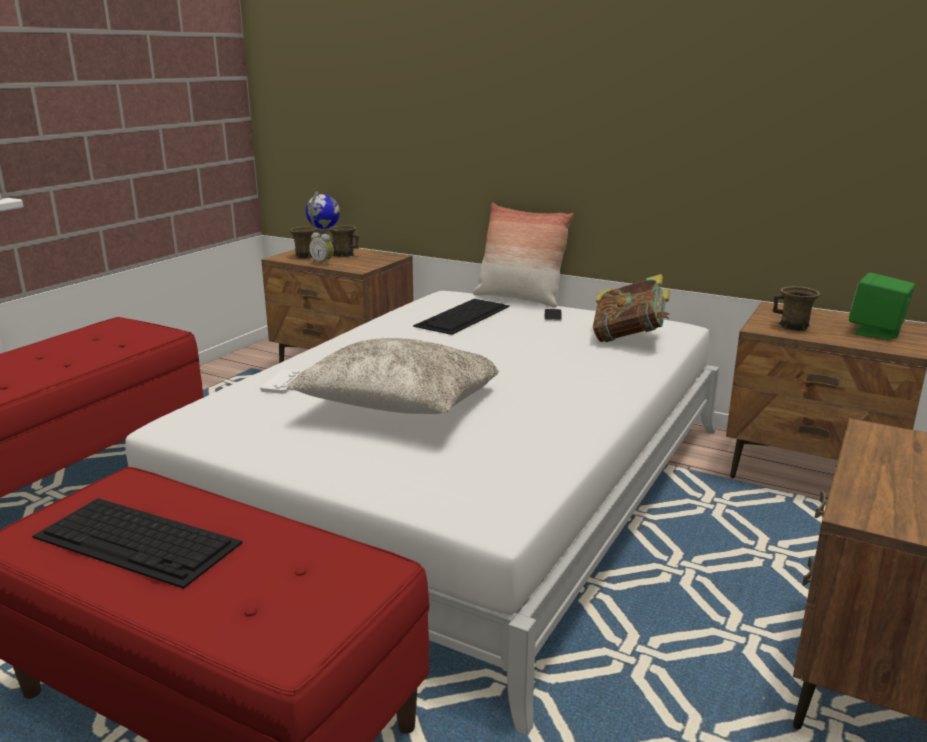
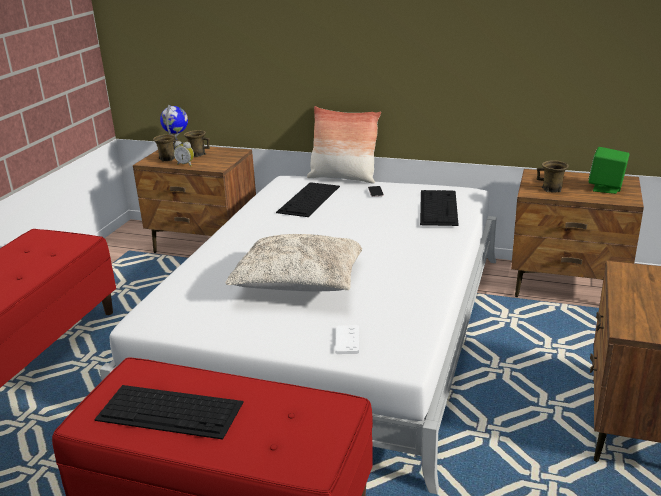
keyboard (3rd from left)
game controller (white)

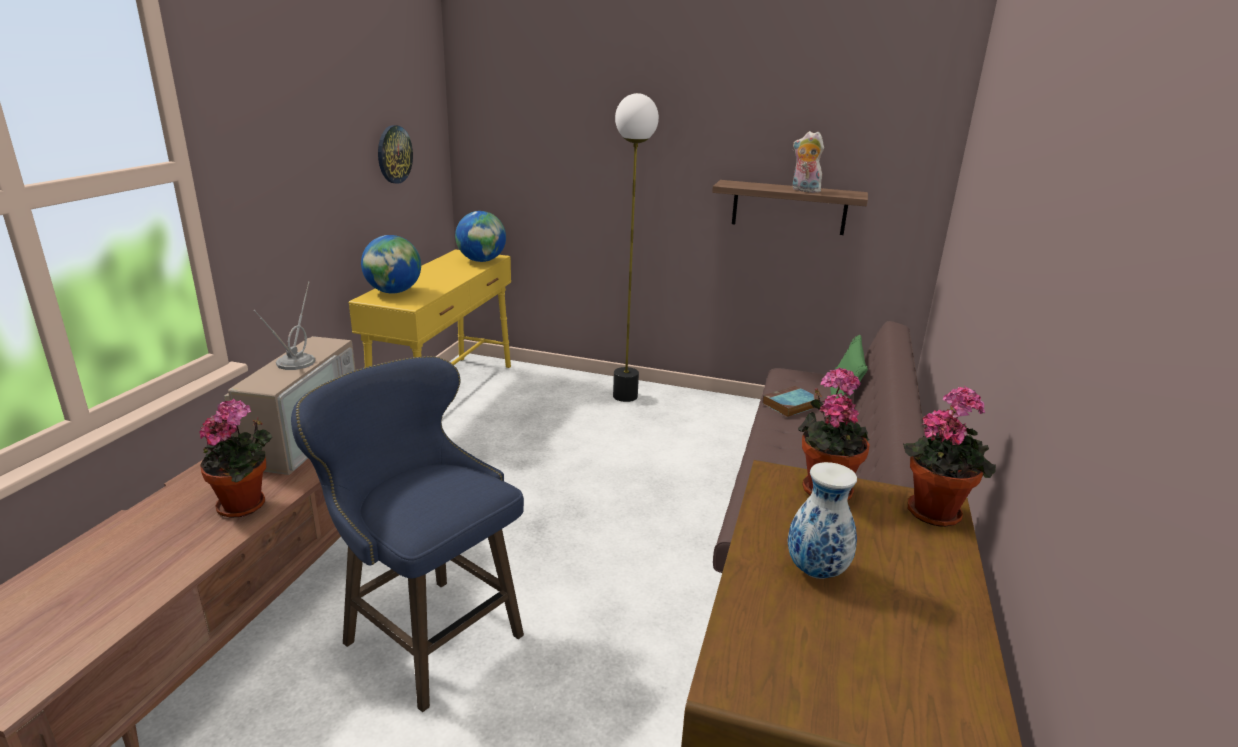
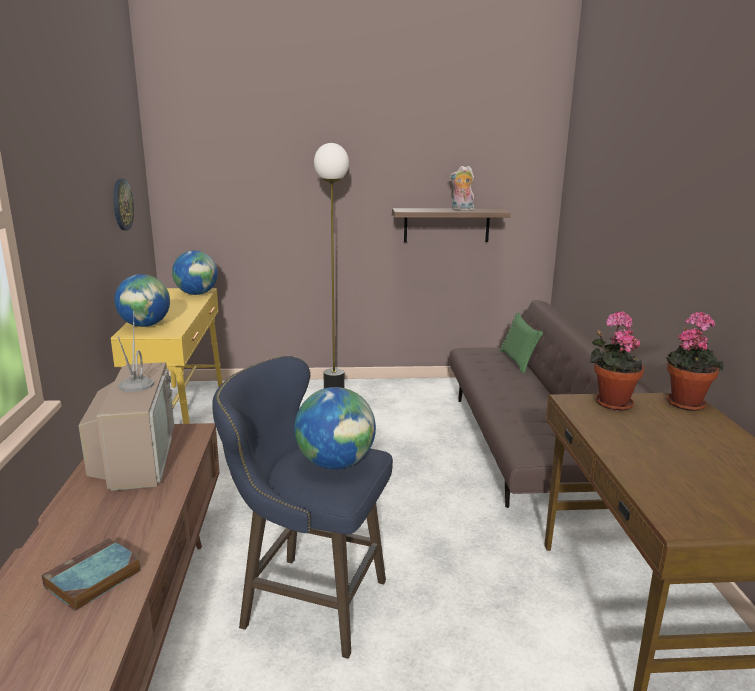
book
potted plant (1st from left in the first image)
vase
globe (3rd from left)

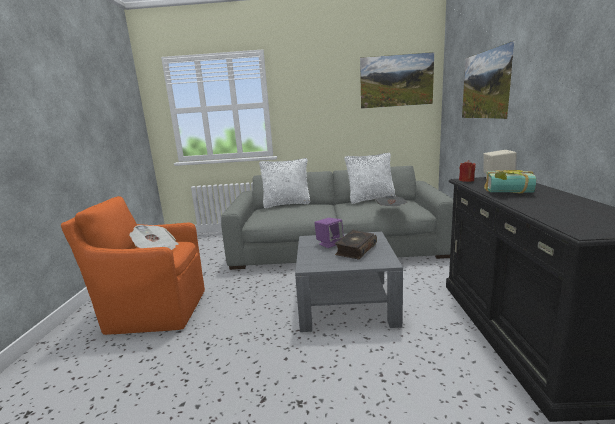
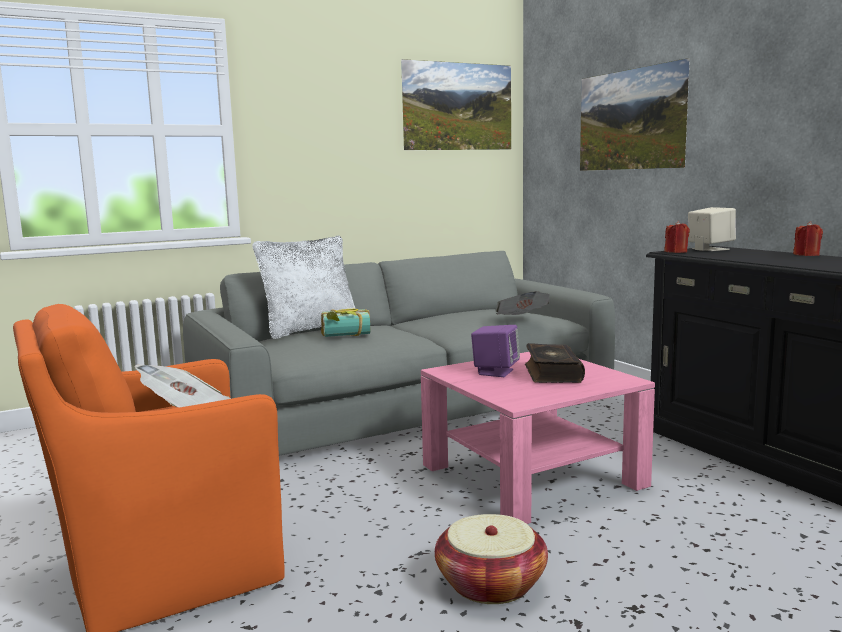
pillow (white) (2nd from left in the first image)
book (1st from left)
coffee table (pink)
candle (red) (2nd from left)
basket

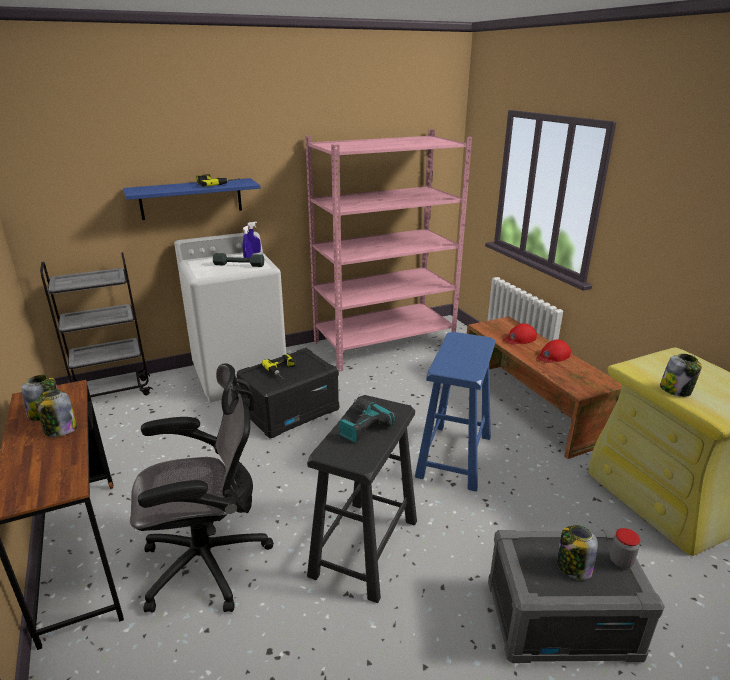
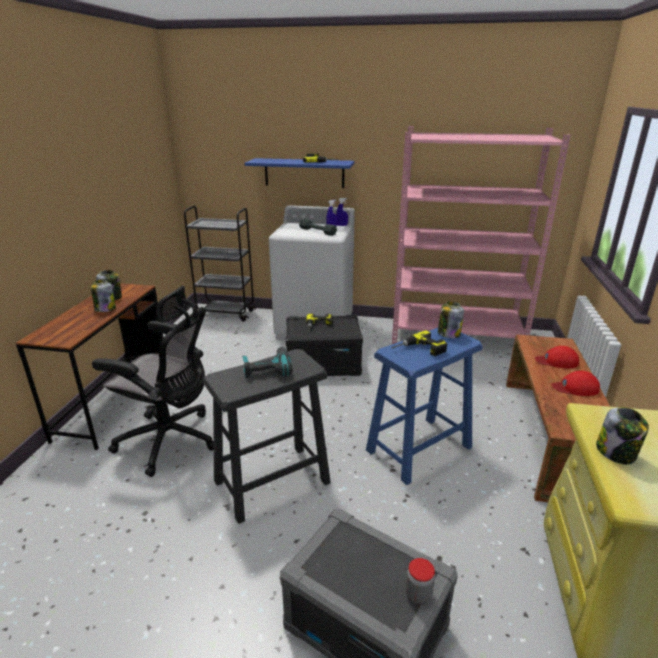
jar (4th from left)
power drill (4th from left)

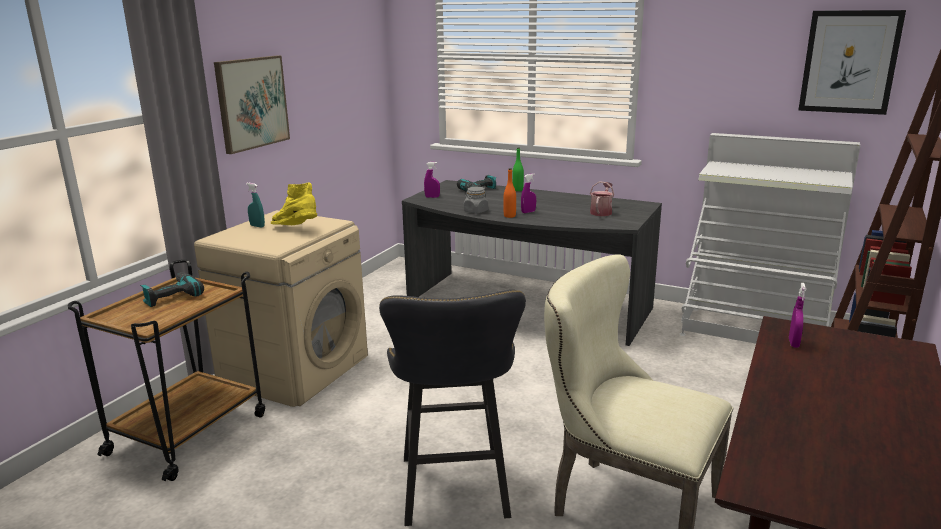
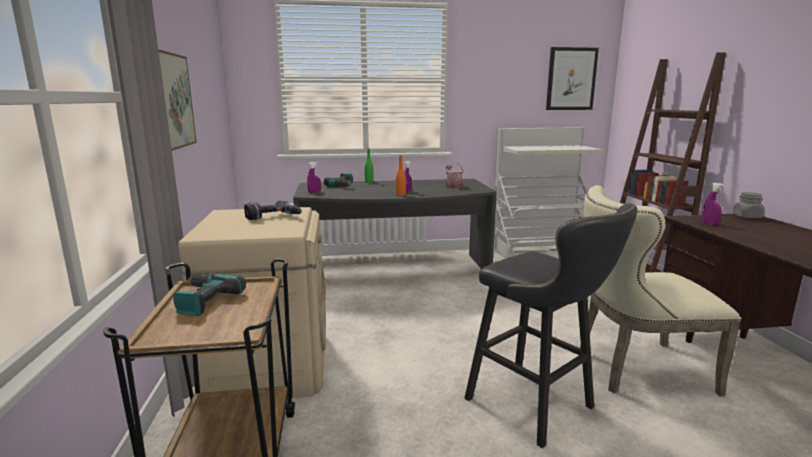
power drill (2nd from left)
spray bottle (turquoise)
jar (grey)

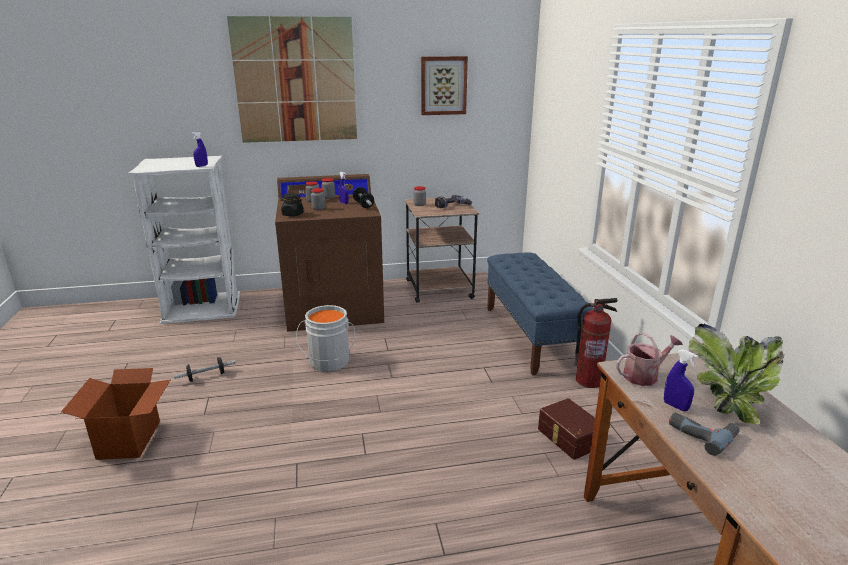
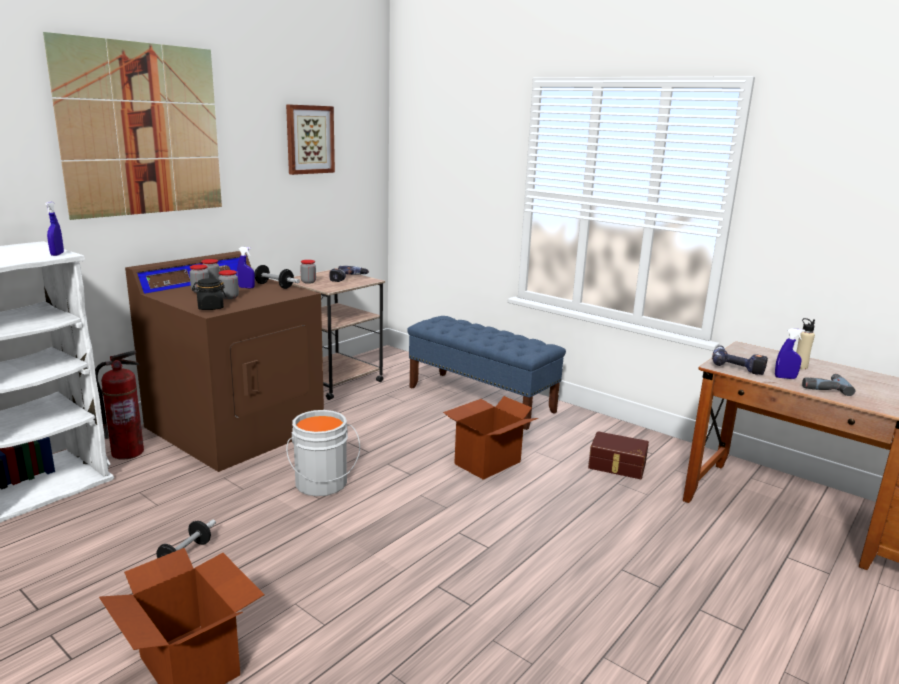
fire extinguisher
bottle (beige)
power drill (2nd from left)
cardboard box (2nd from left)

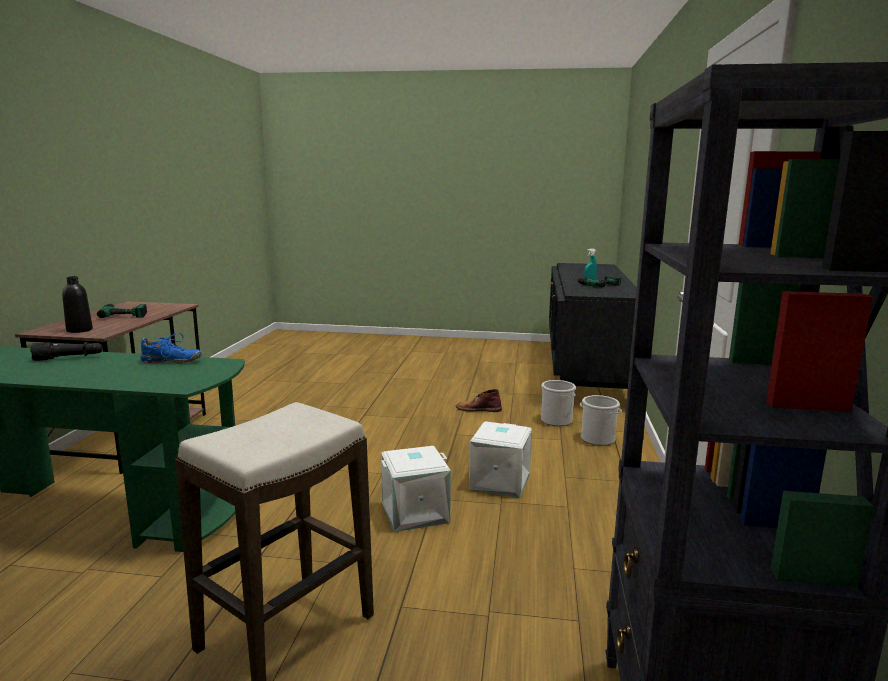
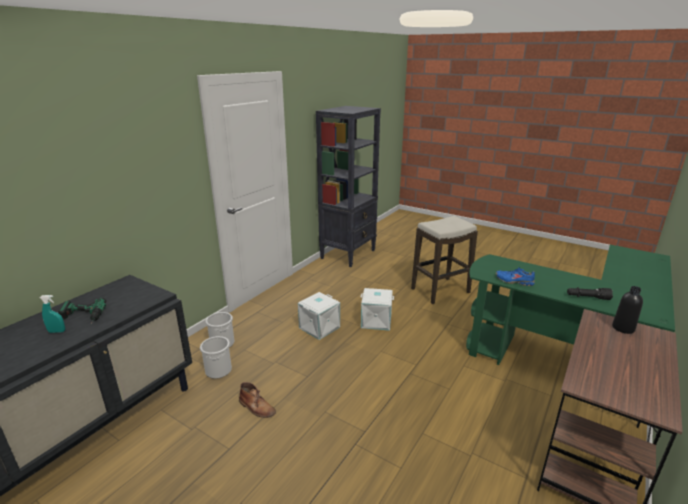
power drill (1st from left in the first image)

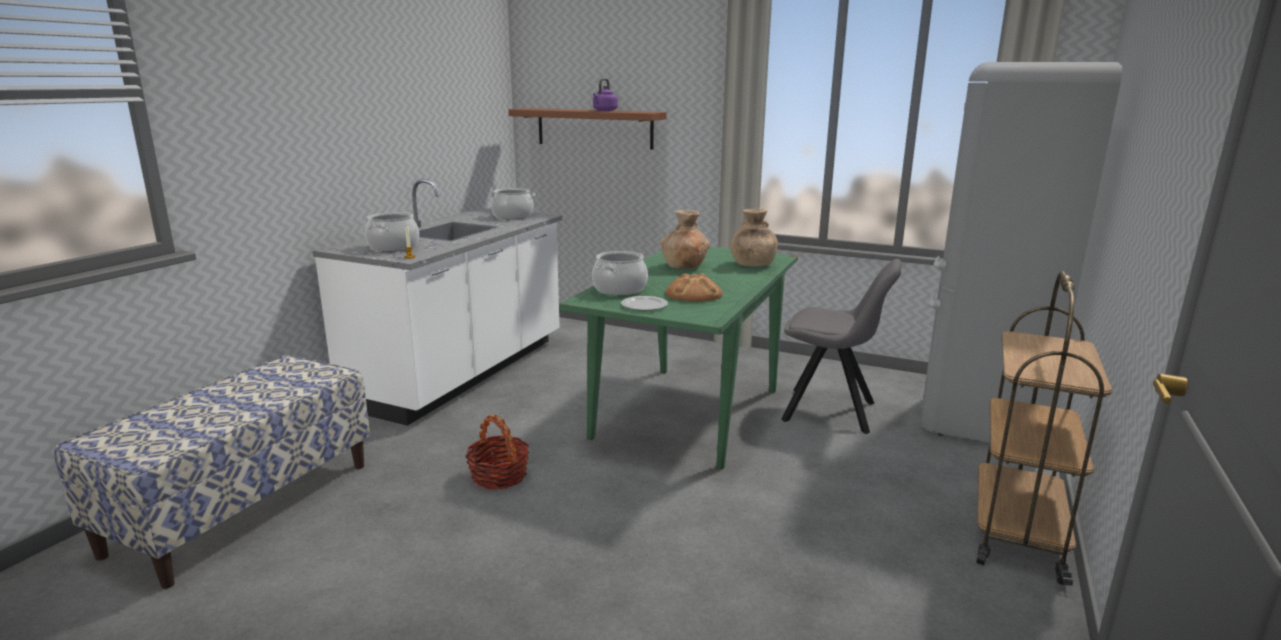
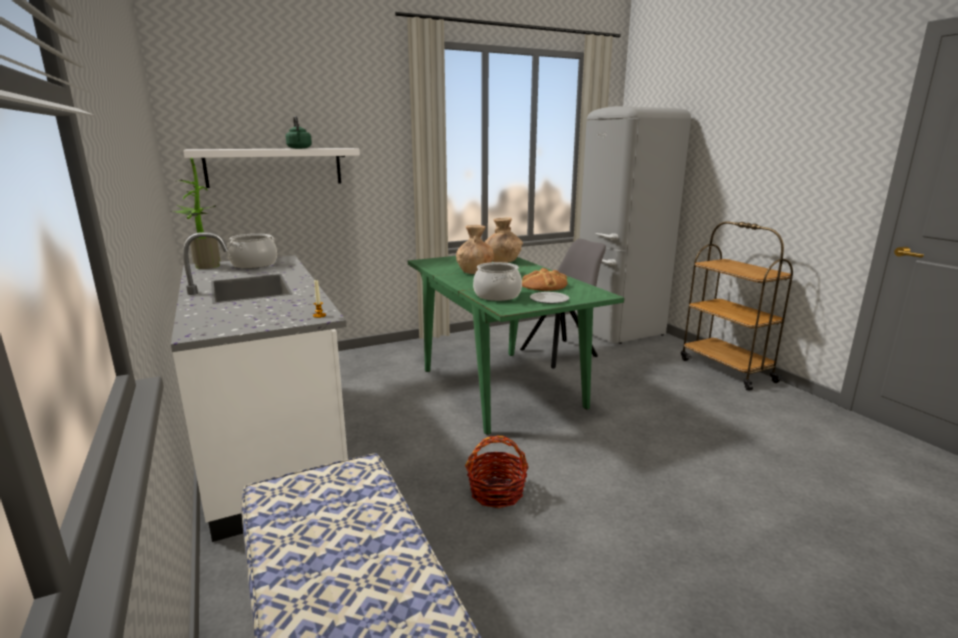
kettle (green)
shelf (white)
cooking pot (1st from left in the first image)
potted plant

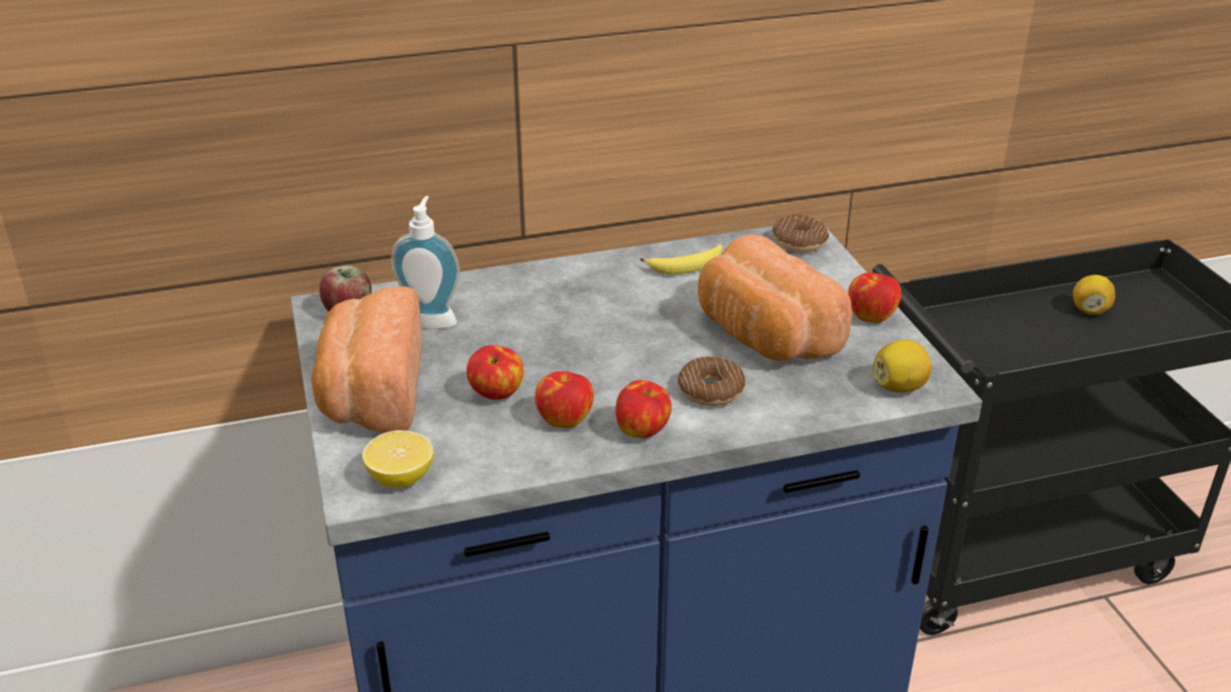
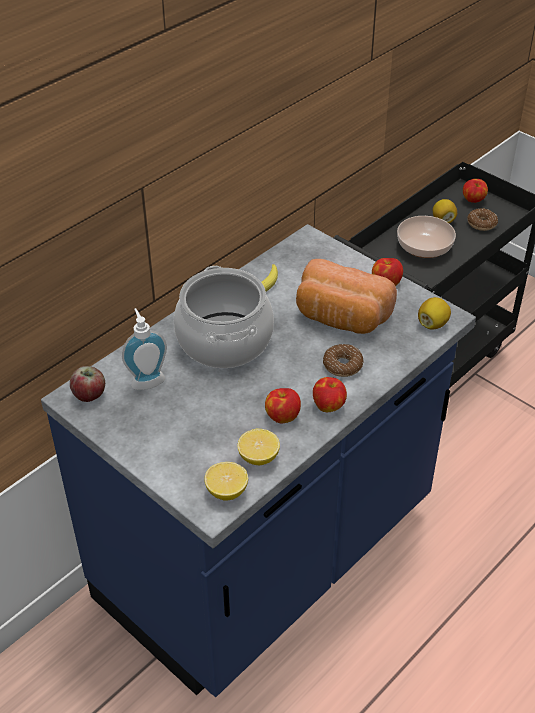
donut (2nd from left)
bread (1st from left in the first image)
apple (5th from left)
bowl
cooking pot
lemon (2nd from left)

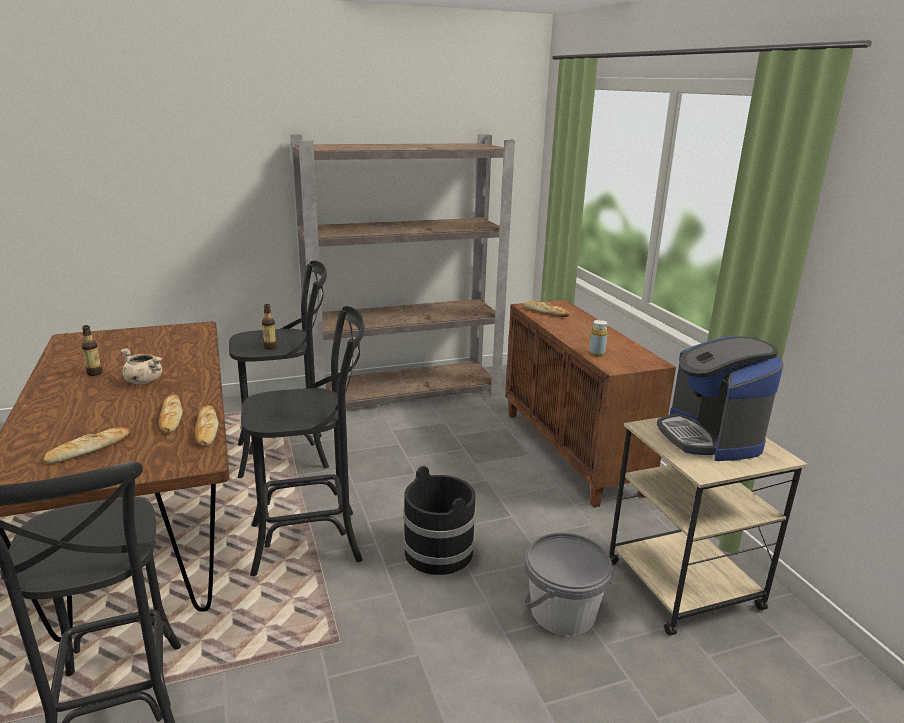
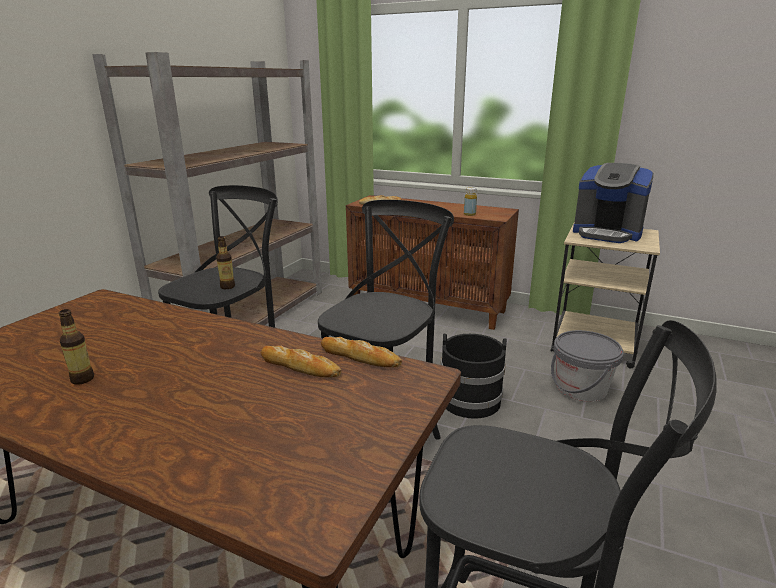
cooking pot (beige)
bread (1st from left in the first image)

